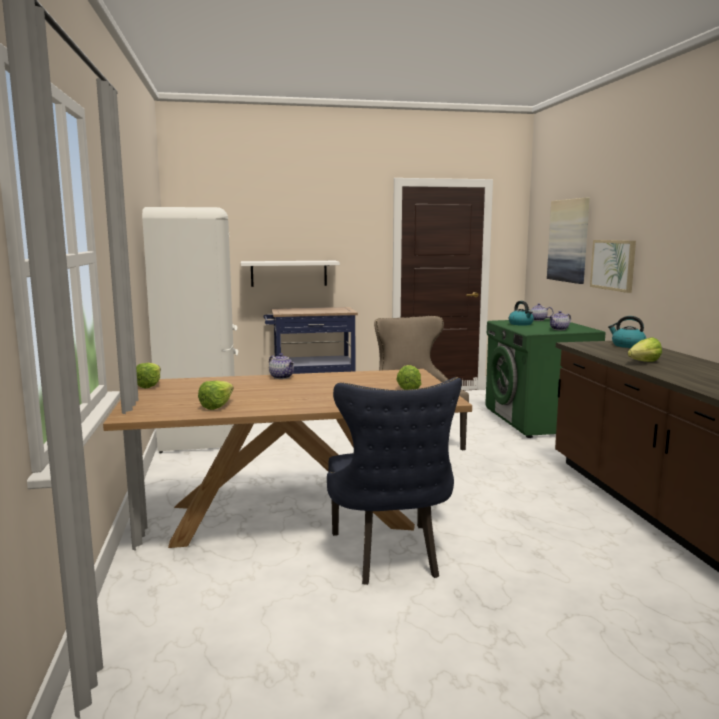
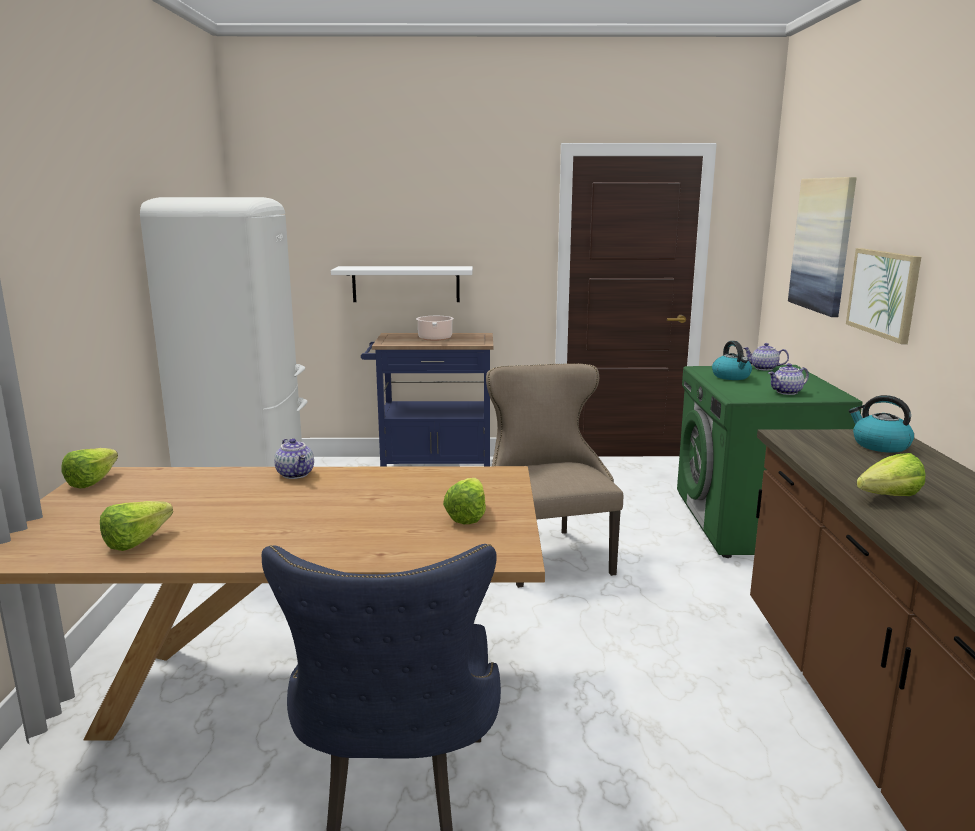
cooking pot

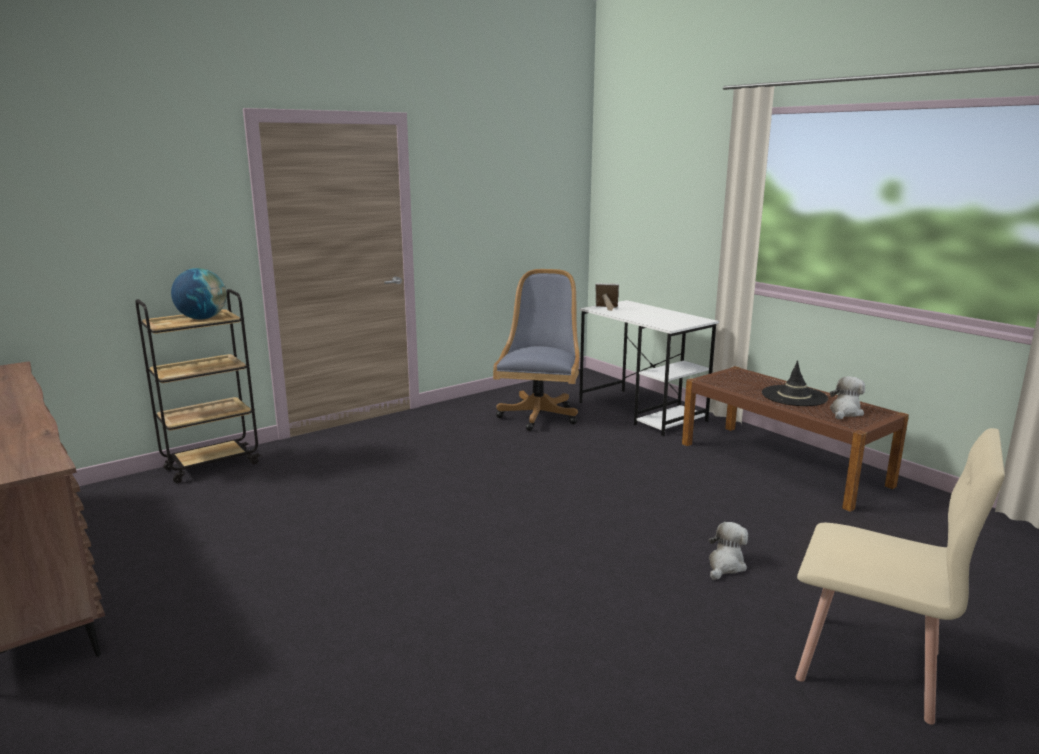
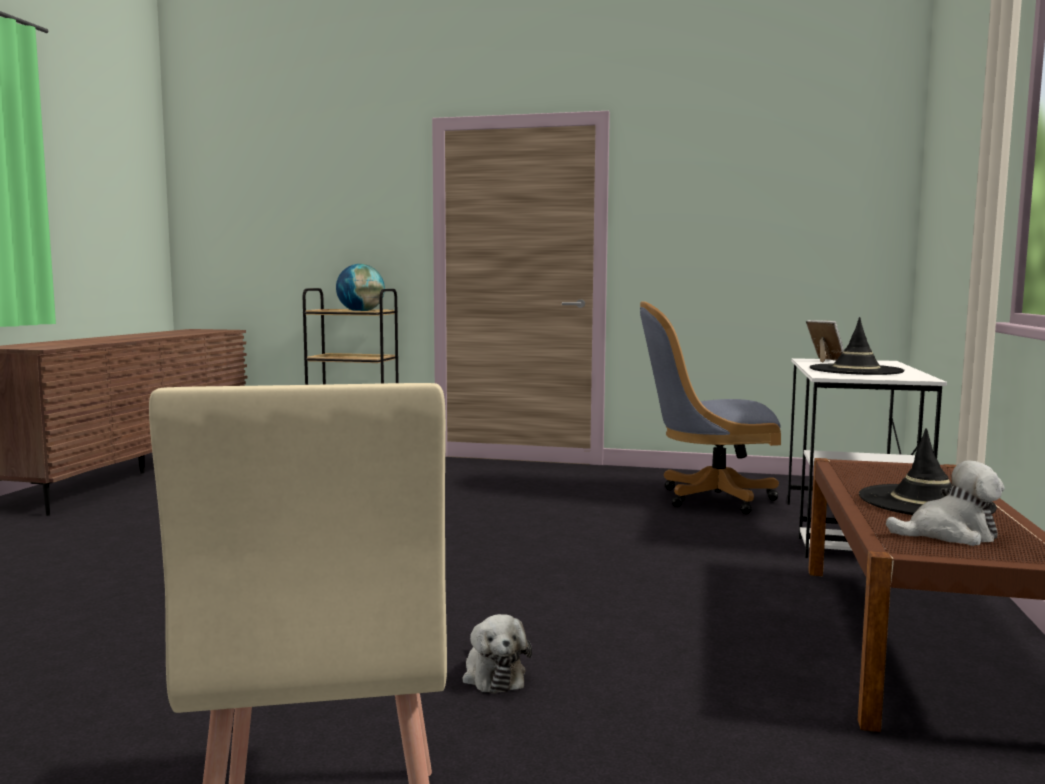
office chair (blue)
plush toy (1st from left)
hat (black) (1st from left)

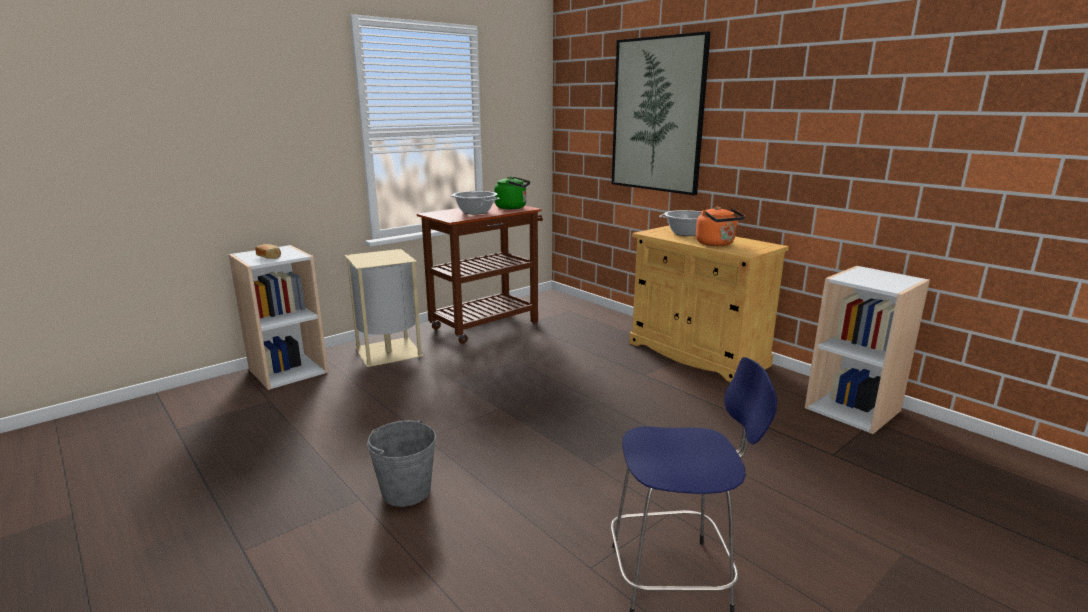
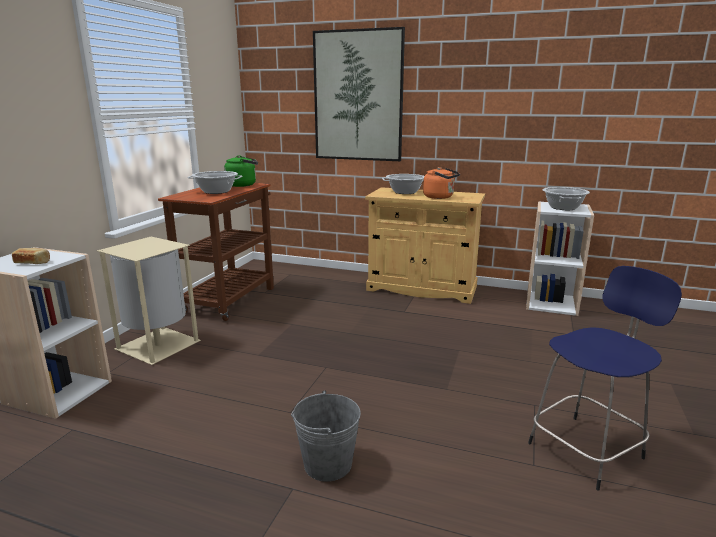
cooking pot (3rd from left)

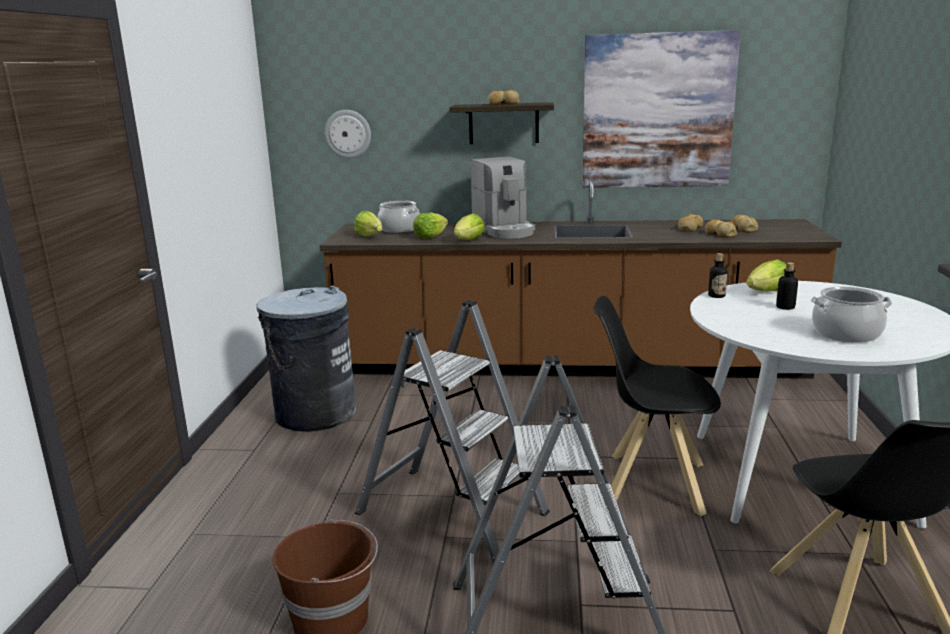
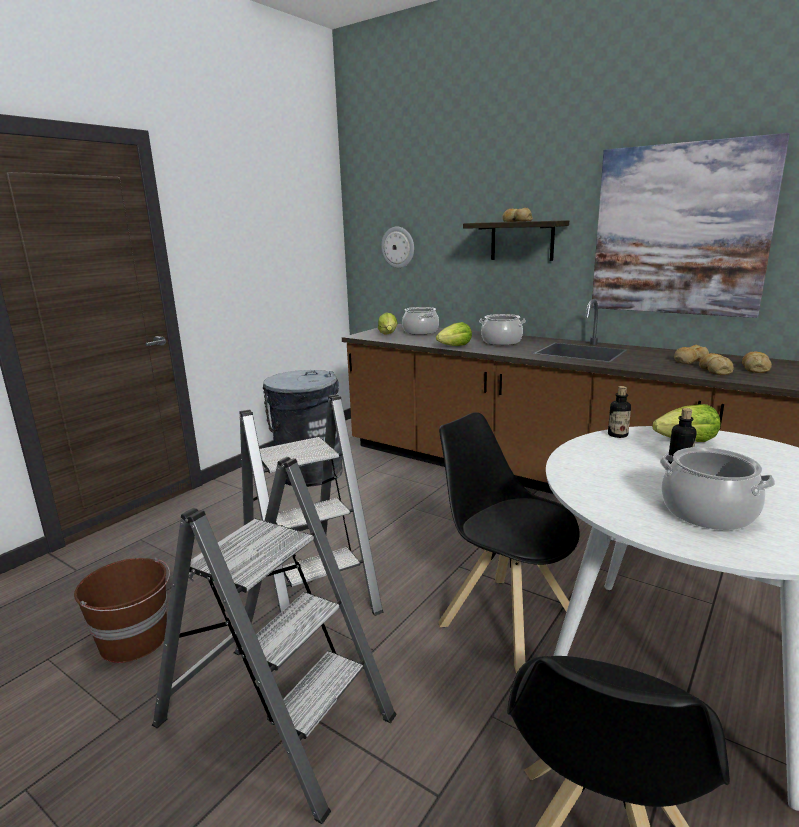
cooking pot (2nd from left)
lettuce (2nd from left in the first image)

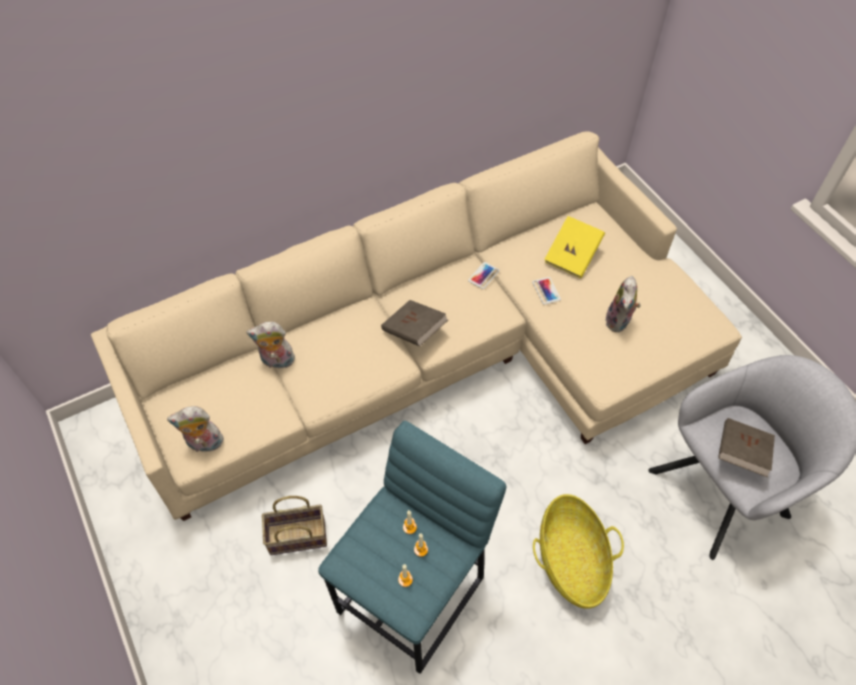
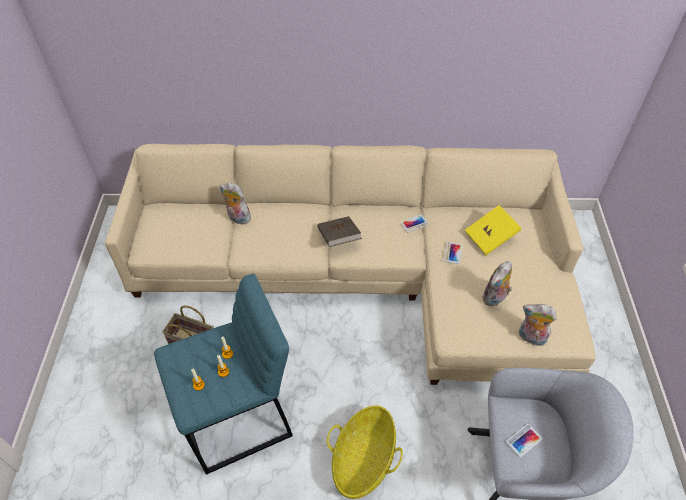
plush toy (3rd from left)
phone (3rd from left)

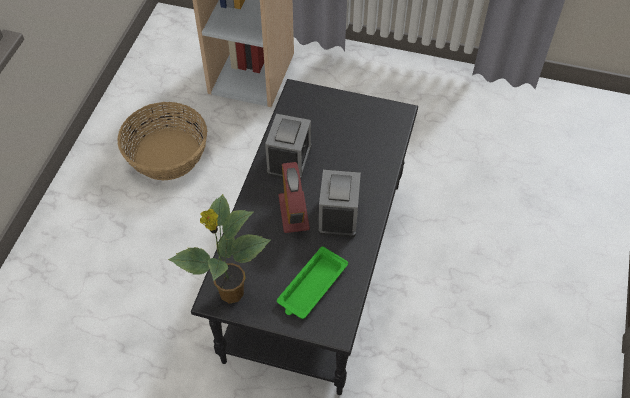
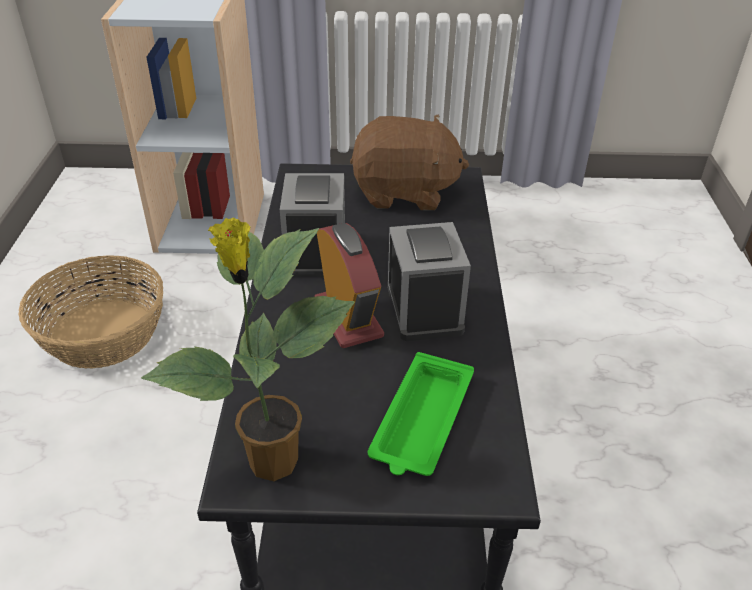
plush toy (brown)

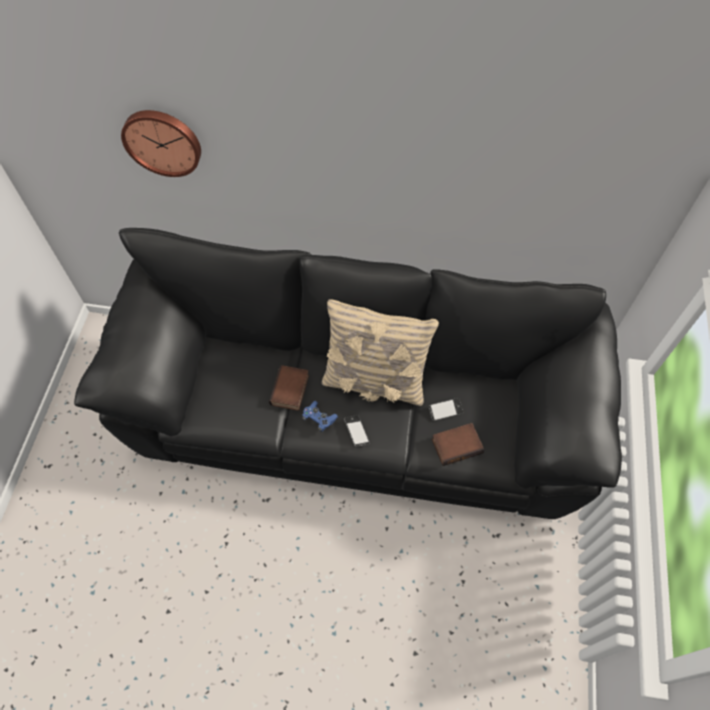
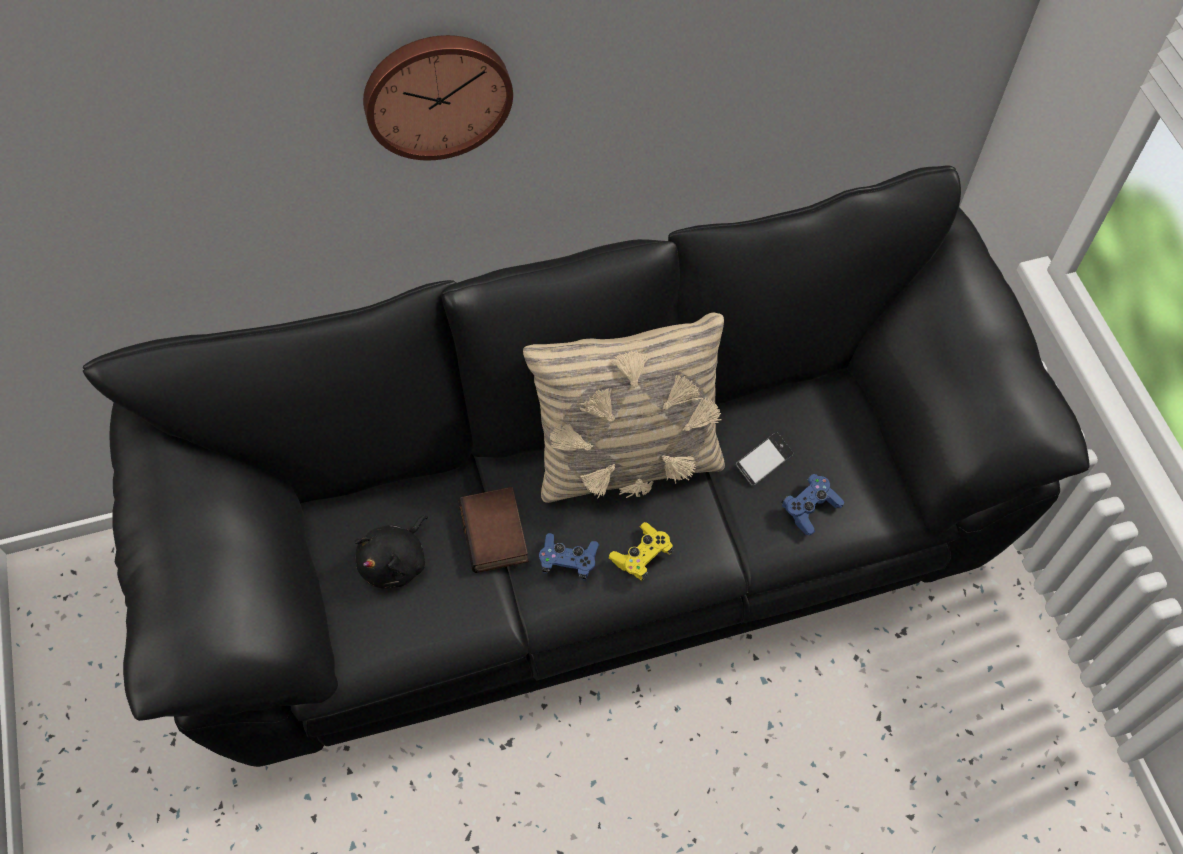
wall clock
game controller (yellow)
game controller (blue) (2nd from left)
plush toy (black)

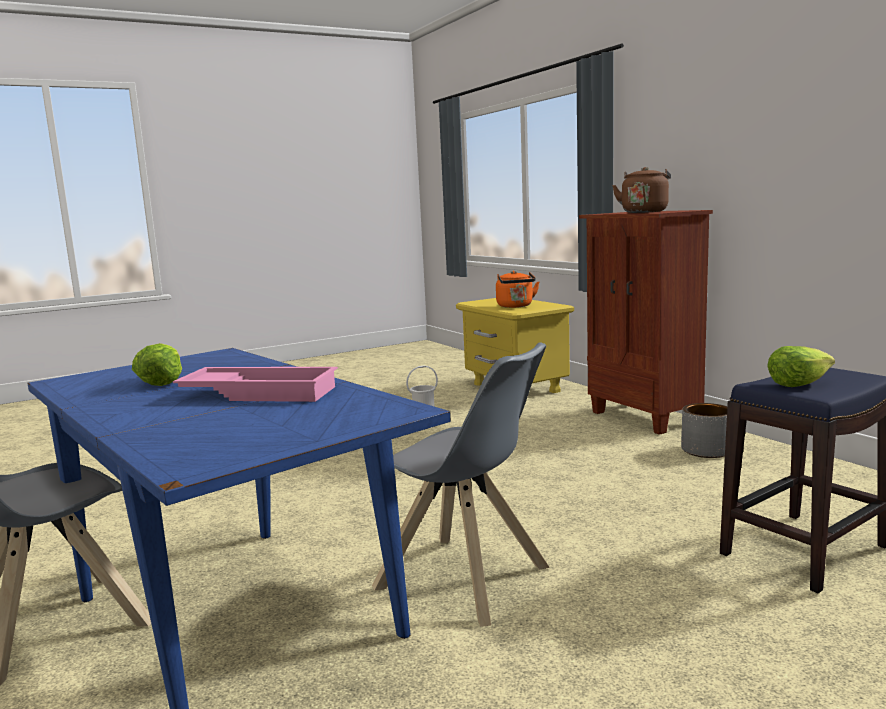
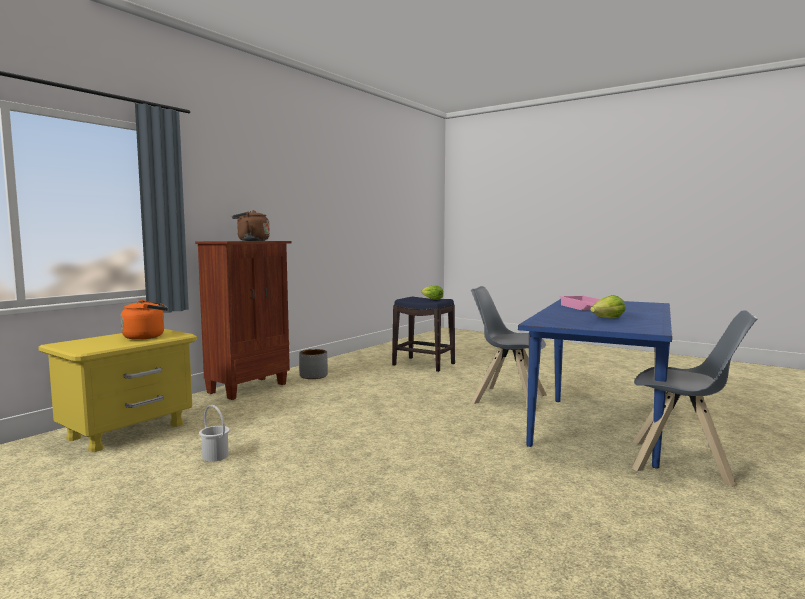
chair (grey) (1st from left)

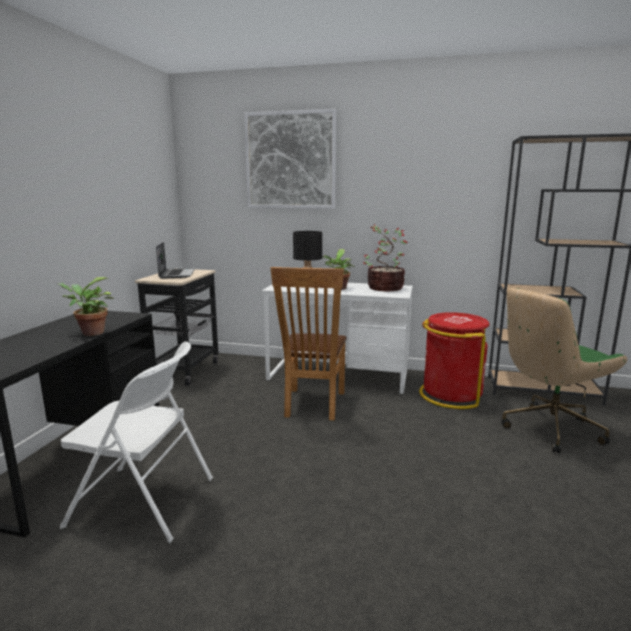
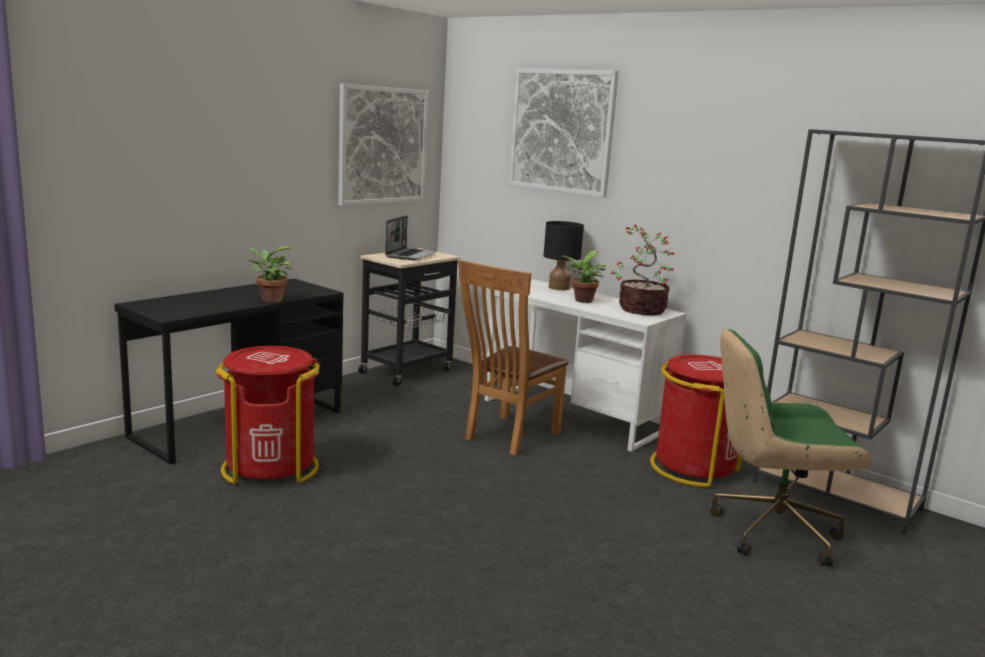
trash can (red) (1st from left)
picture (1st from left)

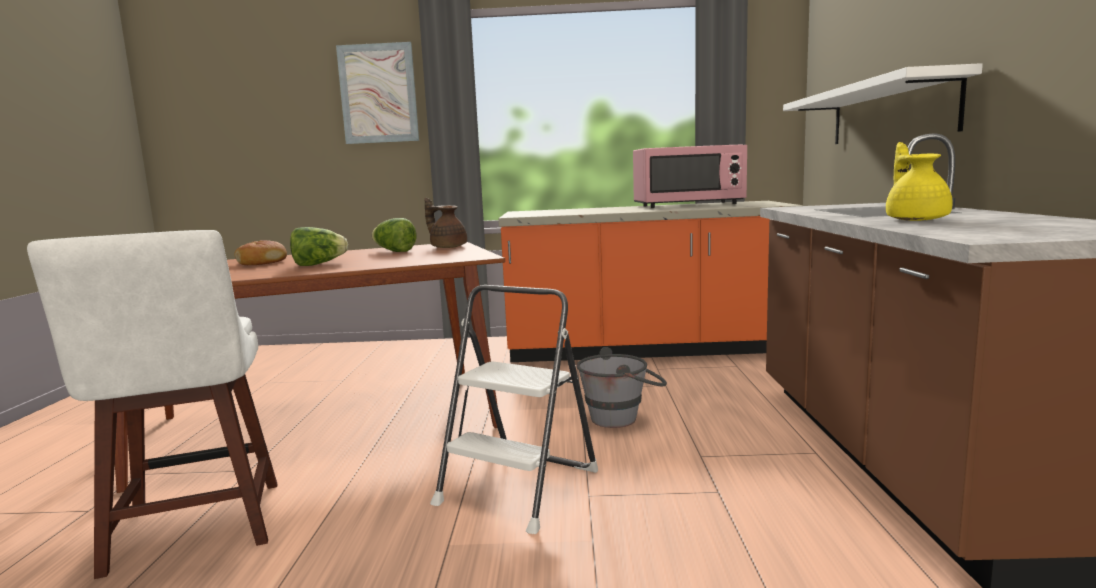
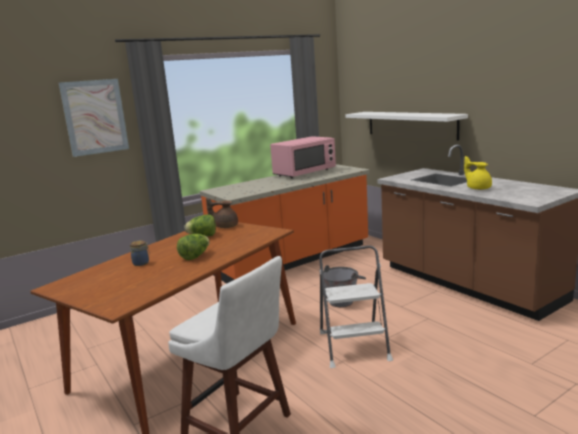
jar

